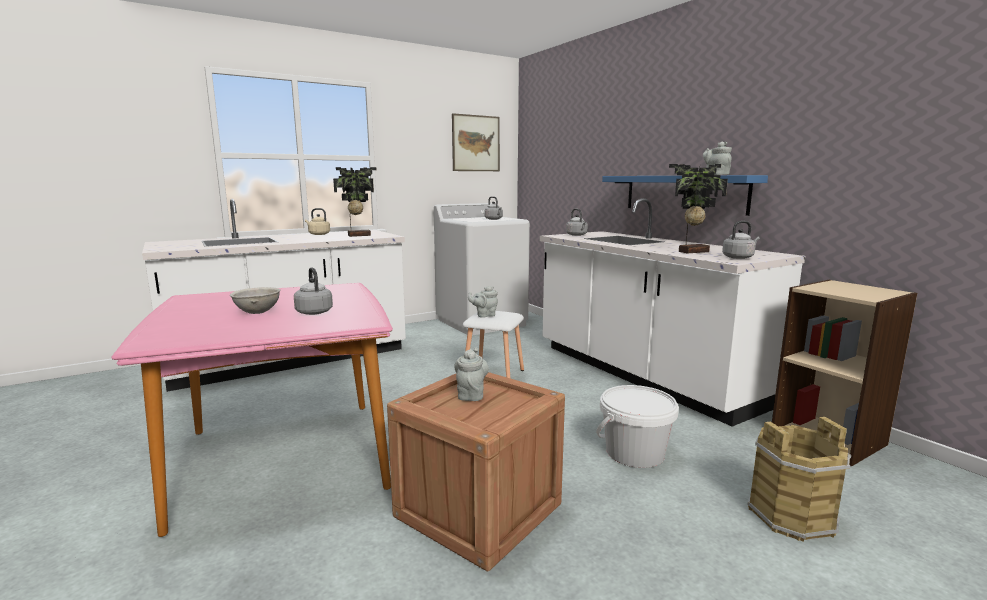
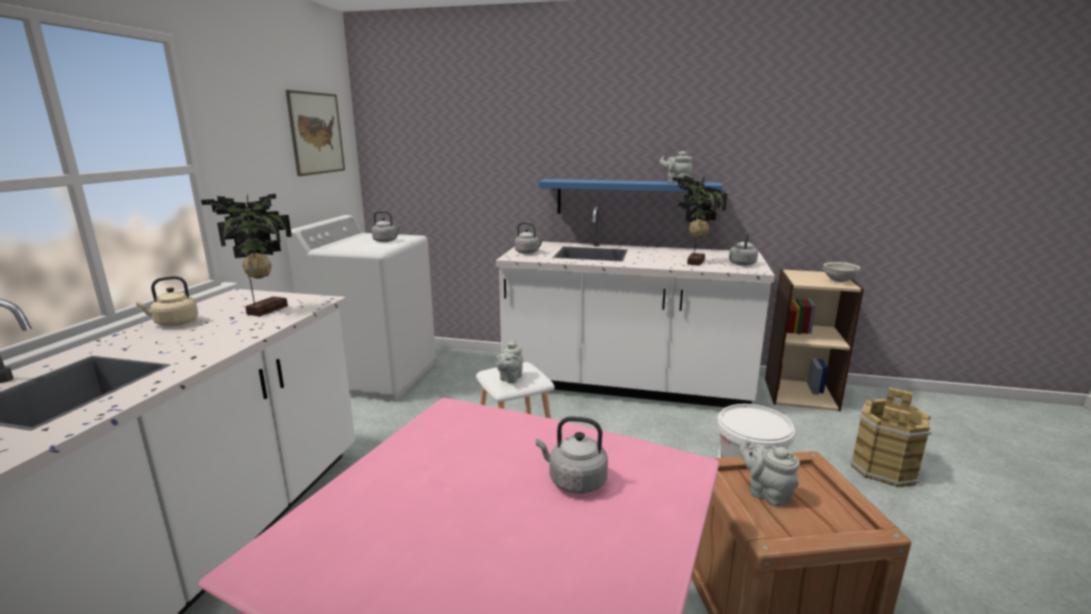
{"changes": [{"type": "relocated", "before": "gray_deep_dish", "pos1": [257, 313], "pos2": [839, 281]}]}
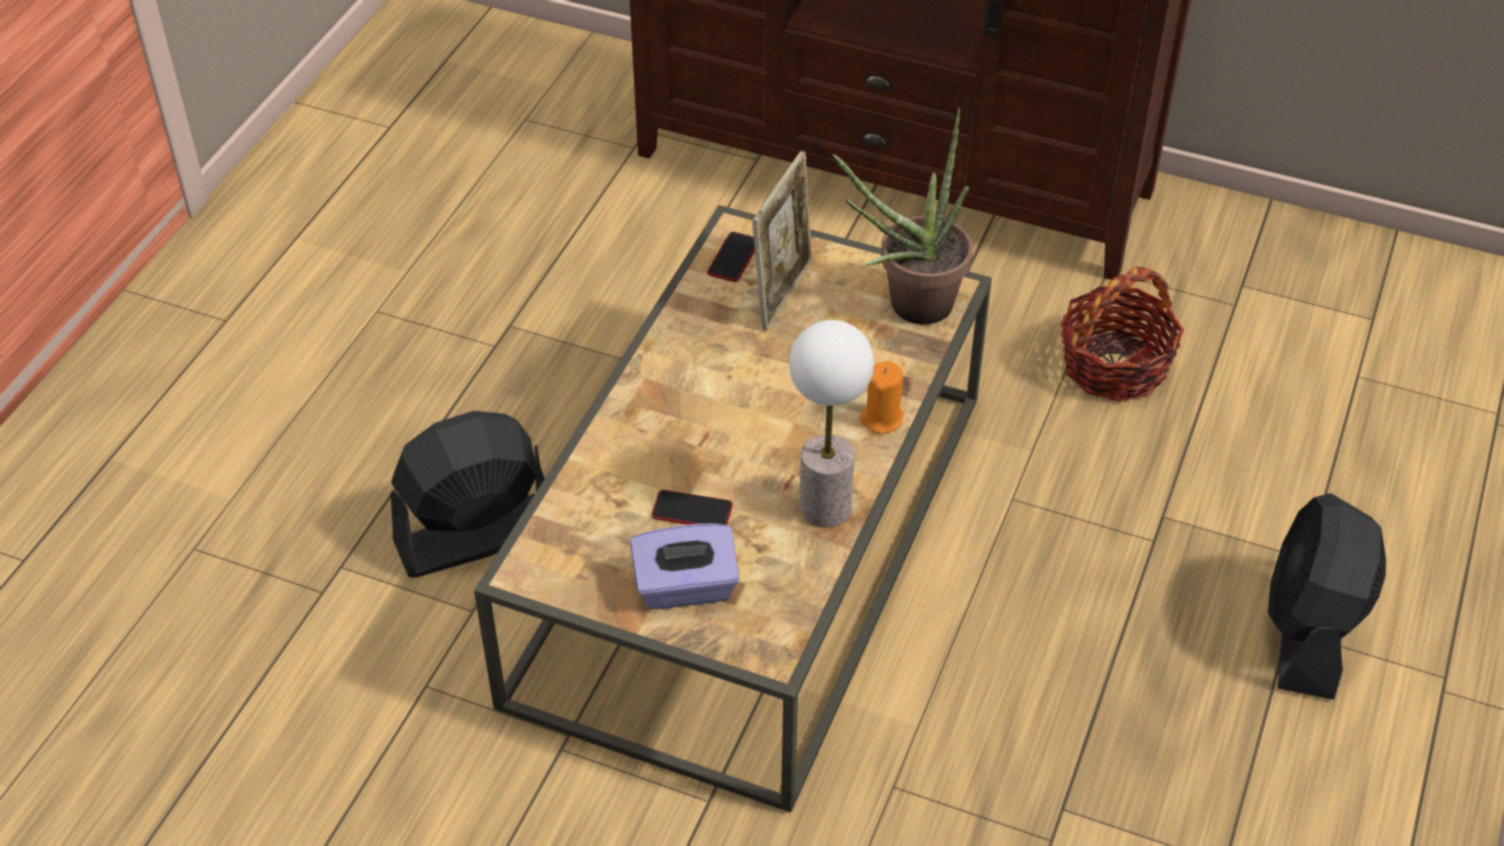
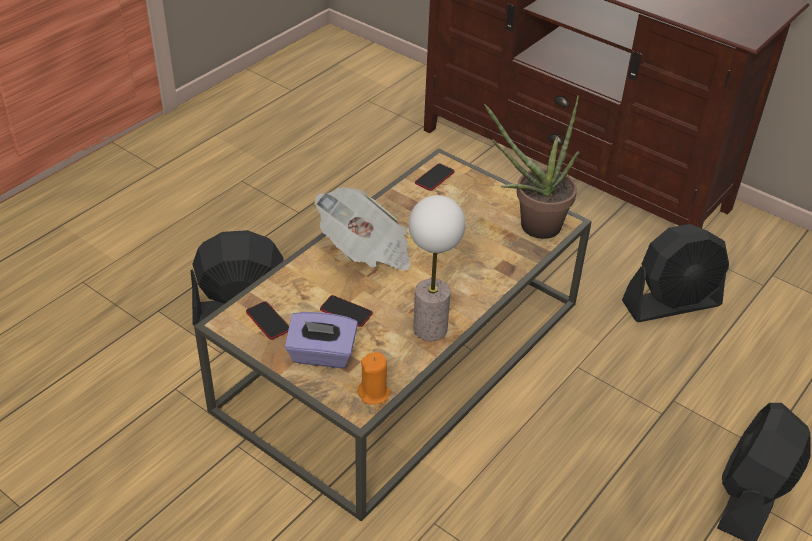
{"changes": [{"type": "missing", "before": "photo_frame", "pos1": [783, 292]}, {"type": "exchanged", "before": "basket", "after": "black_cooling_fan", "pos1": [1114, 366], "pos2": [672, 304]}, {"type": "relocated", "before": "orange_wax_candle", "pos1": [882, 418], "pos2": [374, 393]}, {"type": "appeared", "after": "daily_paper", "pos2": [366, 250]}, {"type": "appeared", "after": "phone", "pos2": [268, 321]}]}
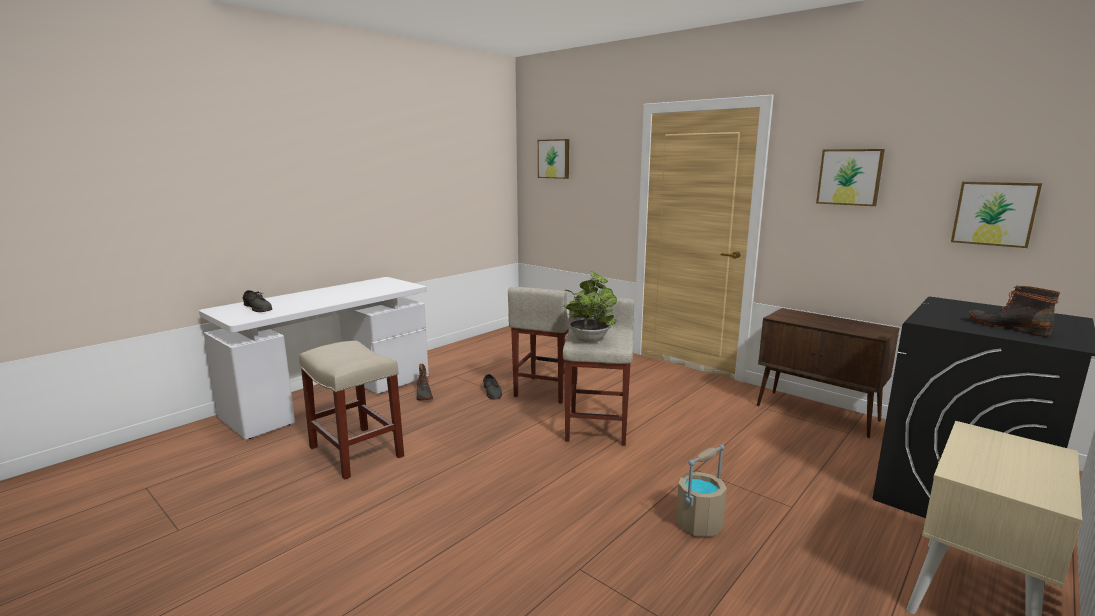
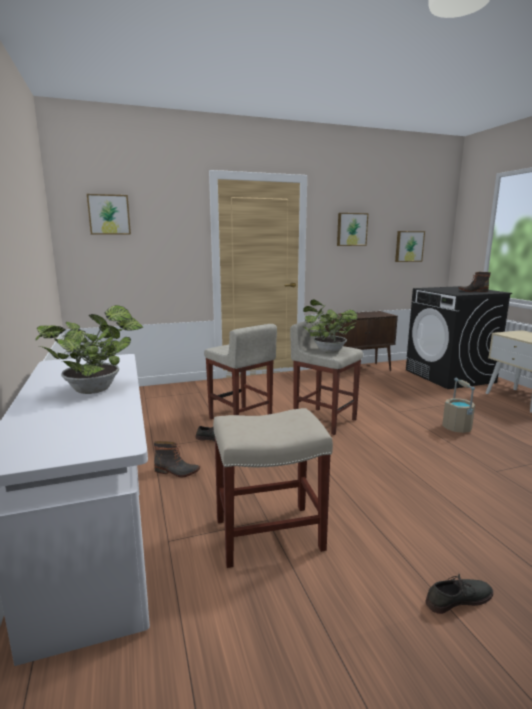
{"changes": [{"type": "relocated", "before": "gray_shoe", "pos1": [258, 308], "pos2": [458, 598]}, {"type": "appeared", "after": "plant_in_a_pot", "pos2": [97, 389]}]}
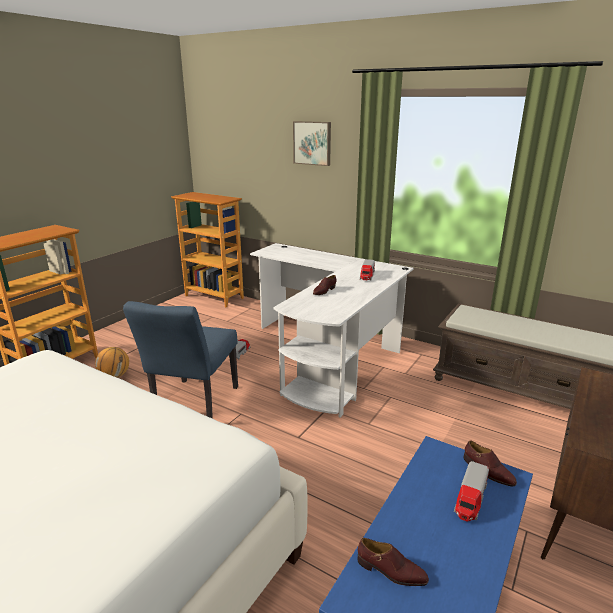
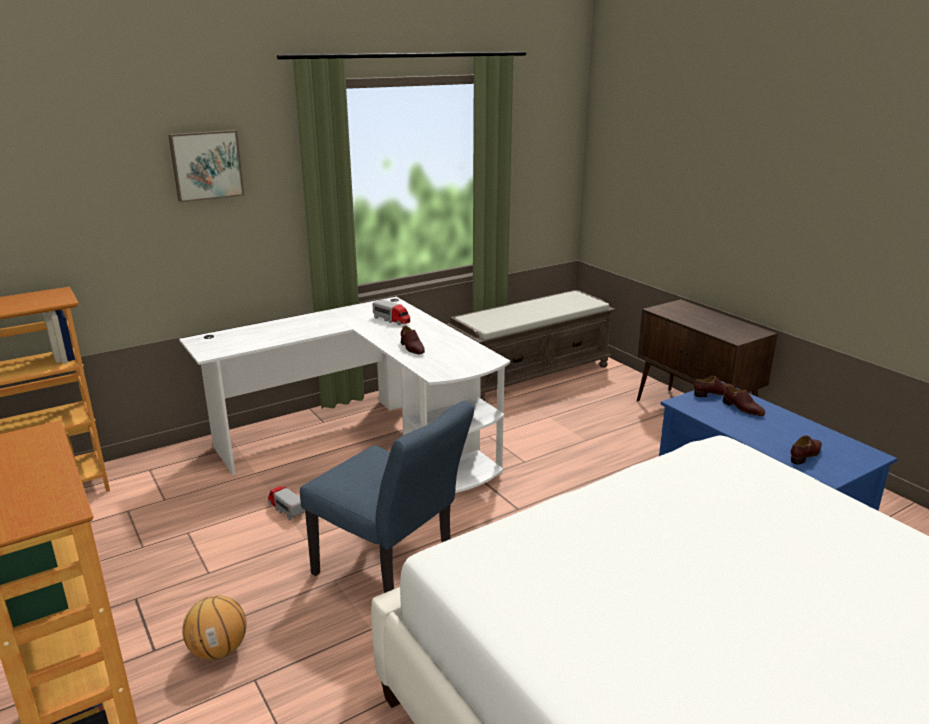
{"changes": [{"type": "exchanged", "before": "toy_truck", "after": "brownish_shoe", "pos1": [470, 500], "pos2": [742, 408]}]}
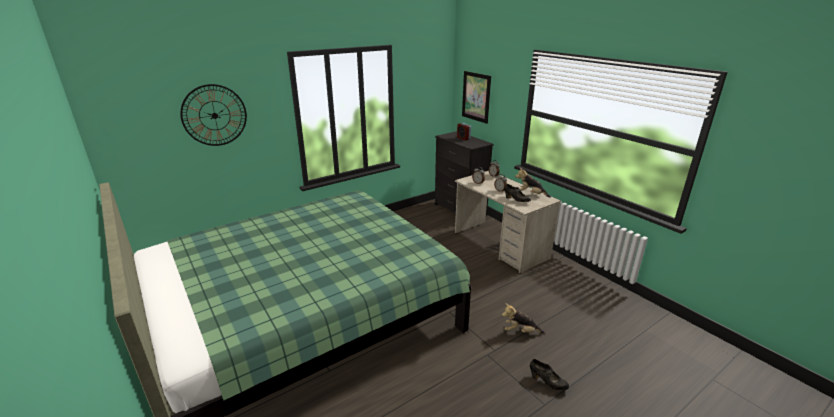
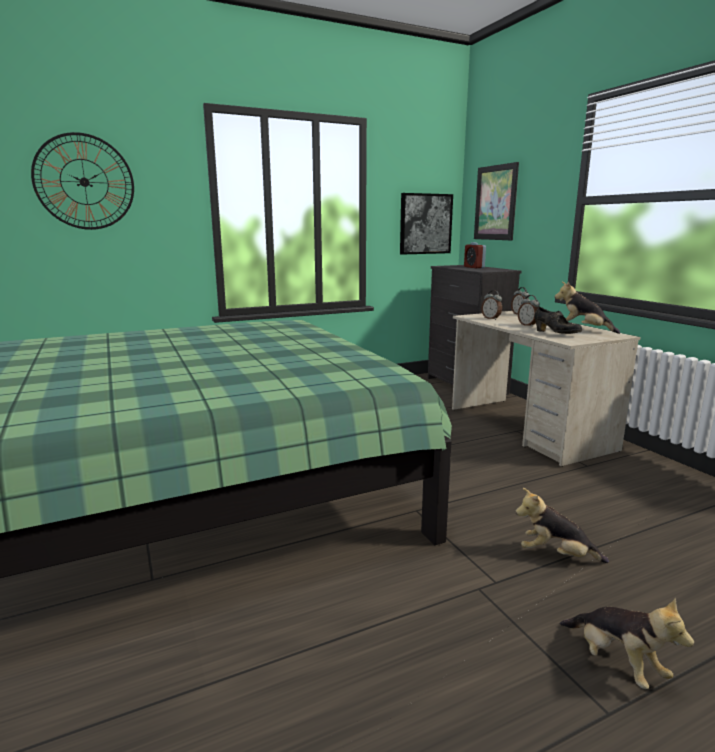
{"changes": [{"type": "exchanged", "before": "black_shoe", "after": "soft_toy", "pos1": [547, 382], "pos2": [616, 662]}, {"type": "appeared", "after": "wall_art", "pos2": [425, 224]}]}
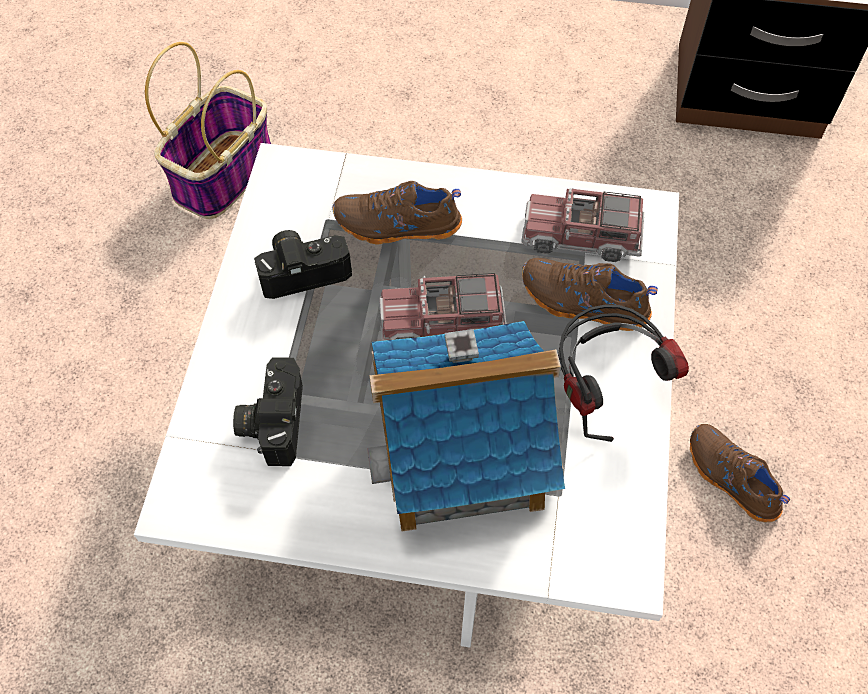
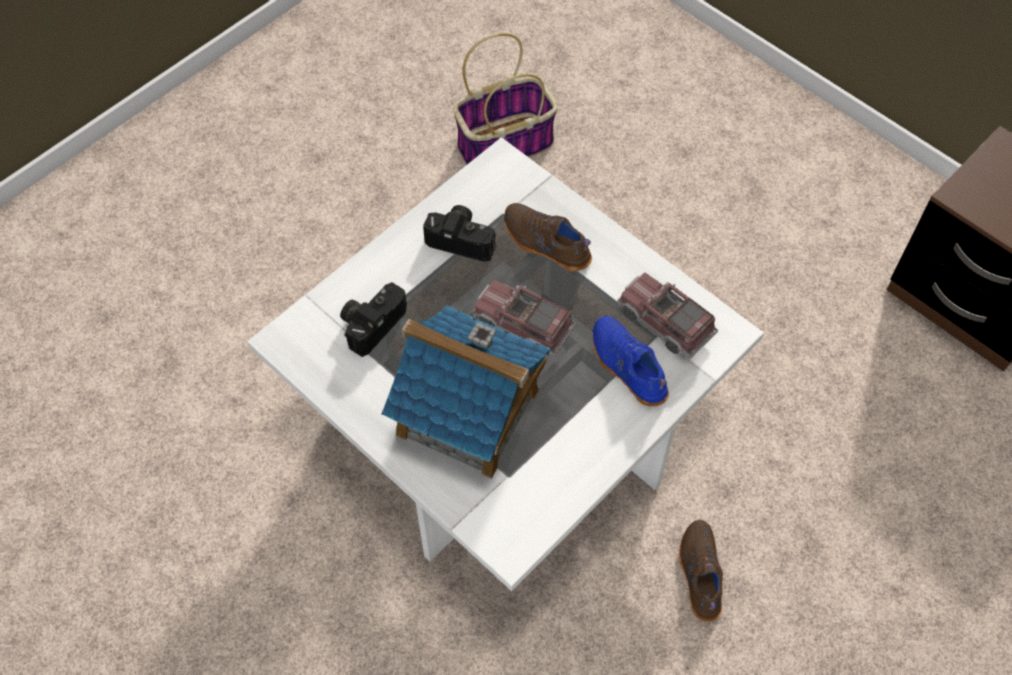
{"changes": [{"type": "colour", "before": "brownish_shoe", "after": "blue_shoe", "pos1": [583, 303], "pos2": [626, 368]}, {"type": "missing", "before": "pair_of_headphones", "pos1": [604, 389]}]}
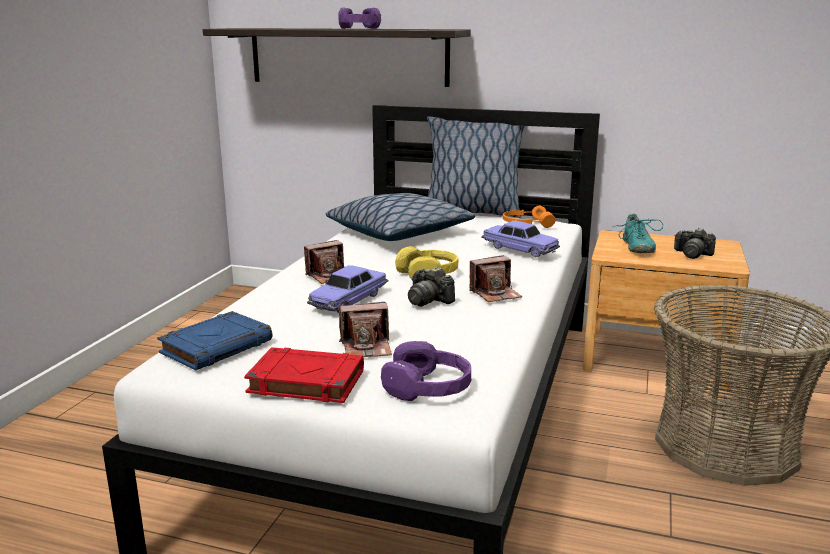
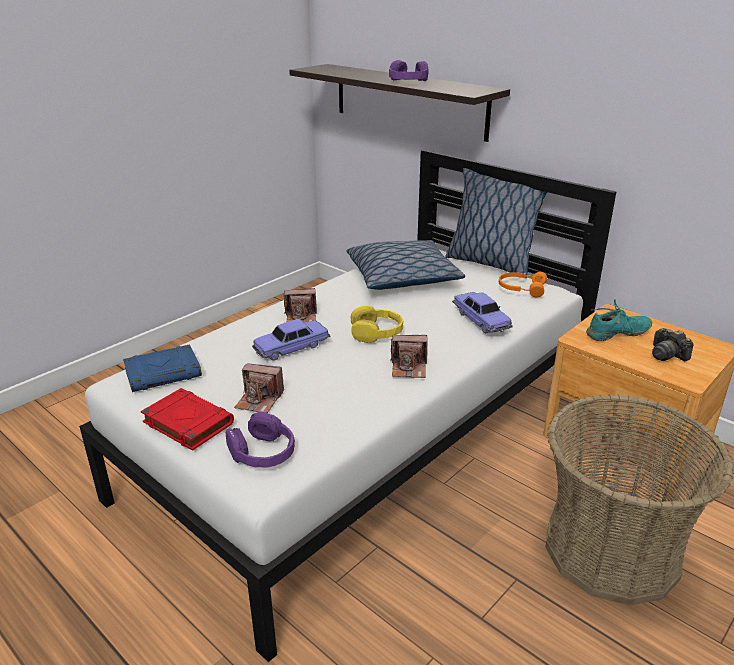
{"changes": [{"type": "spun", "before": "turquoise-coloured_shoe", "pos1": [636, 247], "pos2": [617, 334], "turn": -135}, {"type": "missing", "before": "photo_camera", "pos1": [428, 300]}]}
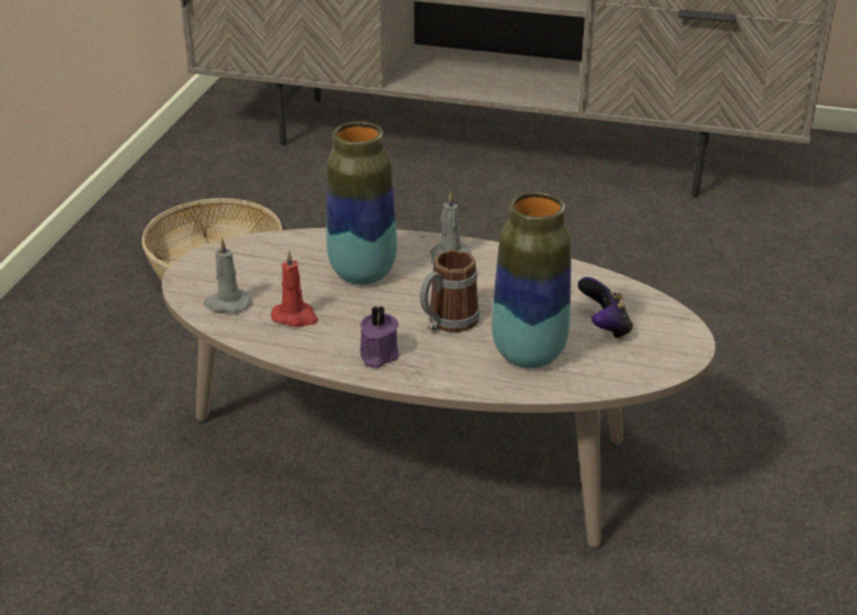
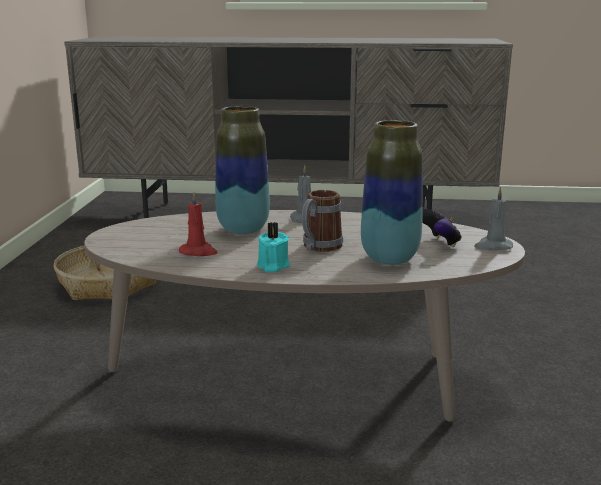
{"changes": [{"type": "relocated", "before": "gray_wax_candle", "pos1": [227, 304], "pos2": [492, 246]}, {"type": "colour", "before": "purple_wax_candle", "after": "turquoise-coloured_wax_candle", "pos1": [377, 355], "pos2": [272, 266]}]}
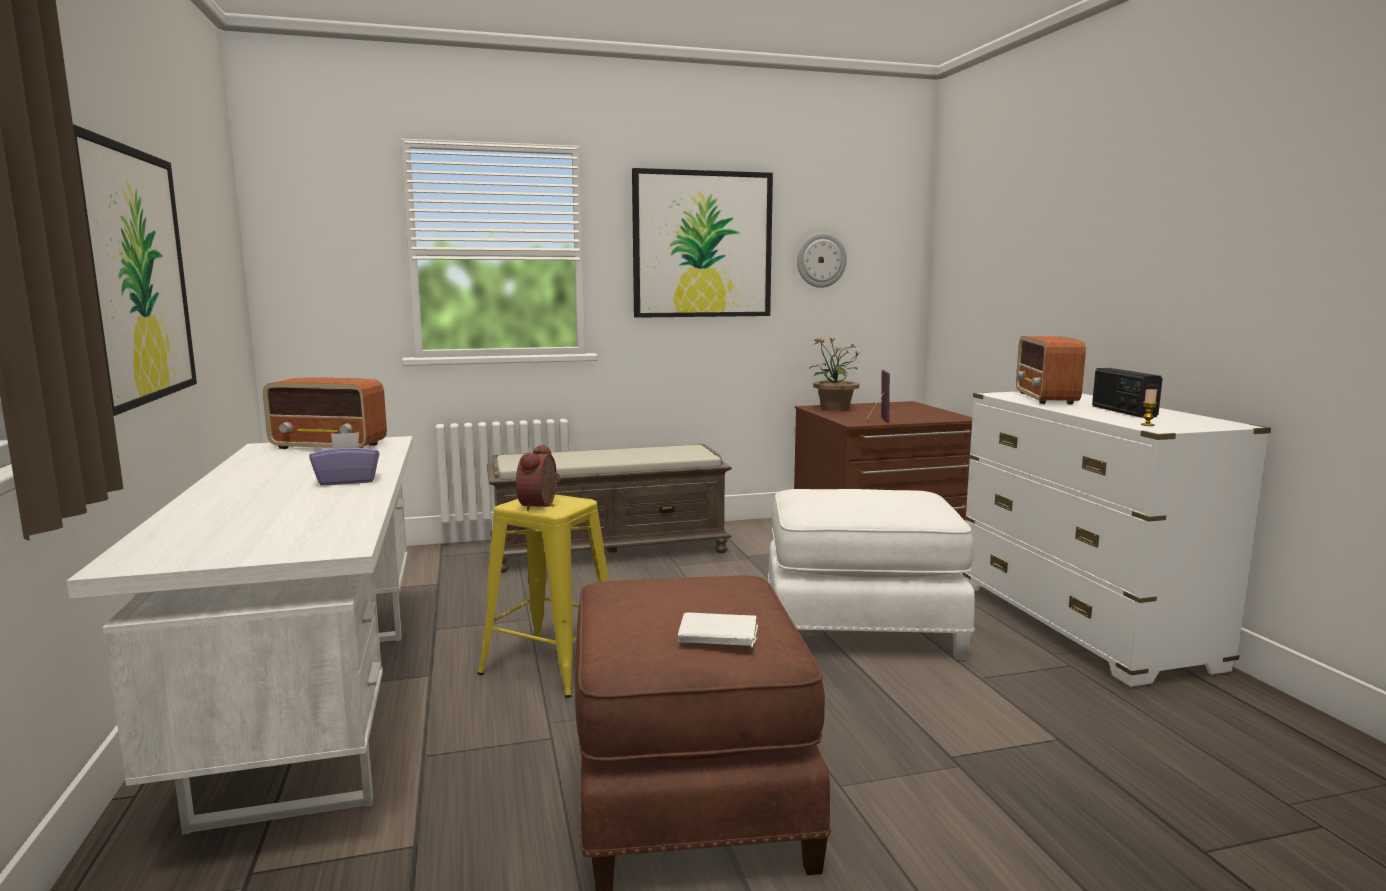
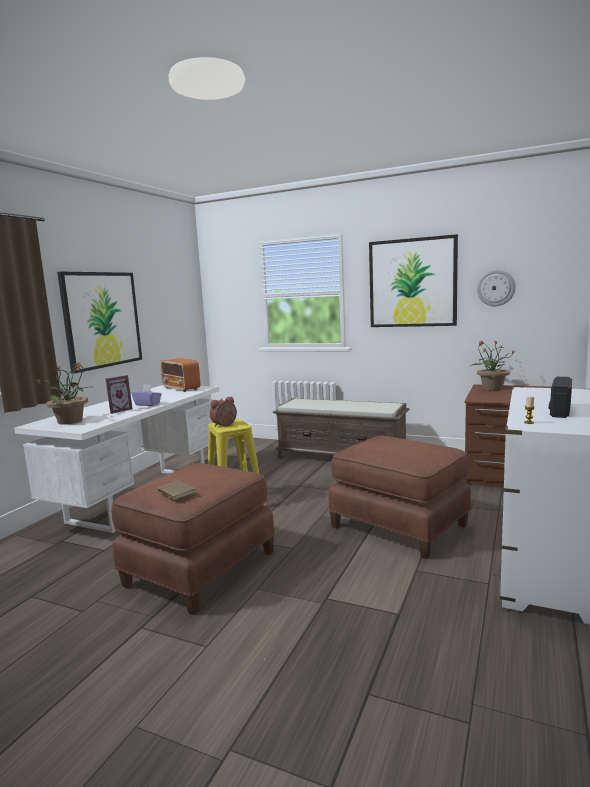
{"changes": [{"type": "missing", "before": "radio", "pos1": [1046, 398]}, {"type": "relocated", "before": "photo_frame", "pos1": [876, 420], "pos2": [118, 410]}, {"type": "colour", "before": "whitish_footrest", "after": "brownish_footrest", "pos1": [861, 626], "pos2": [399, 525]}, {"type": "colour", "before": "whitish_book", "after": "brownish_book", "pos1": [717, 636], "pos2": [175, 492]}, {"type": "appeared", "after": "plant_in_a_pot", "pos2": [71, 421]}]}
